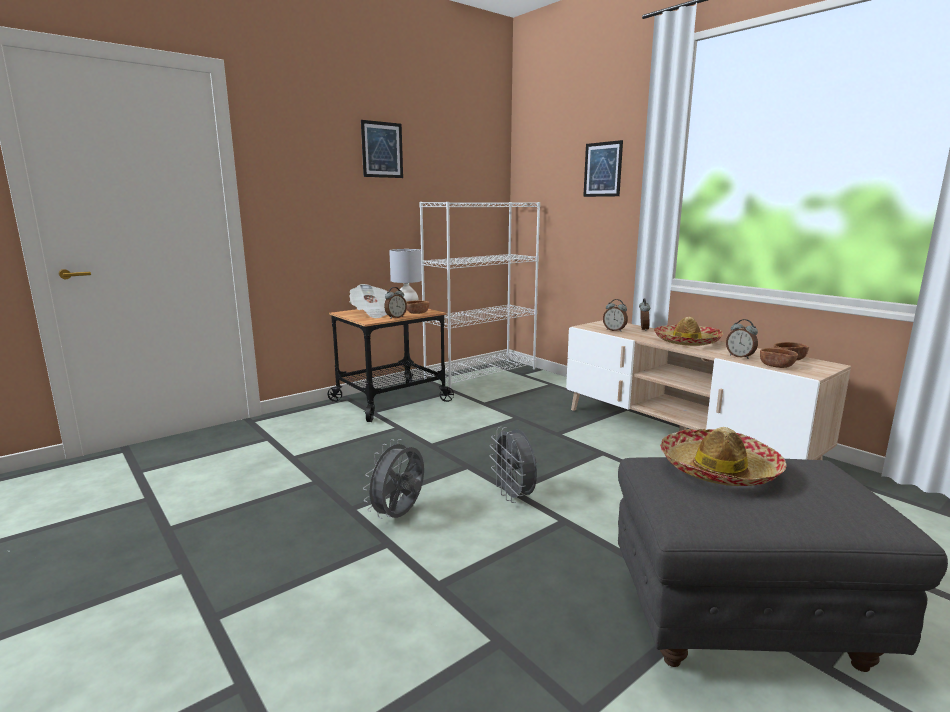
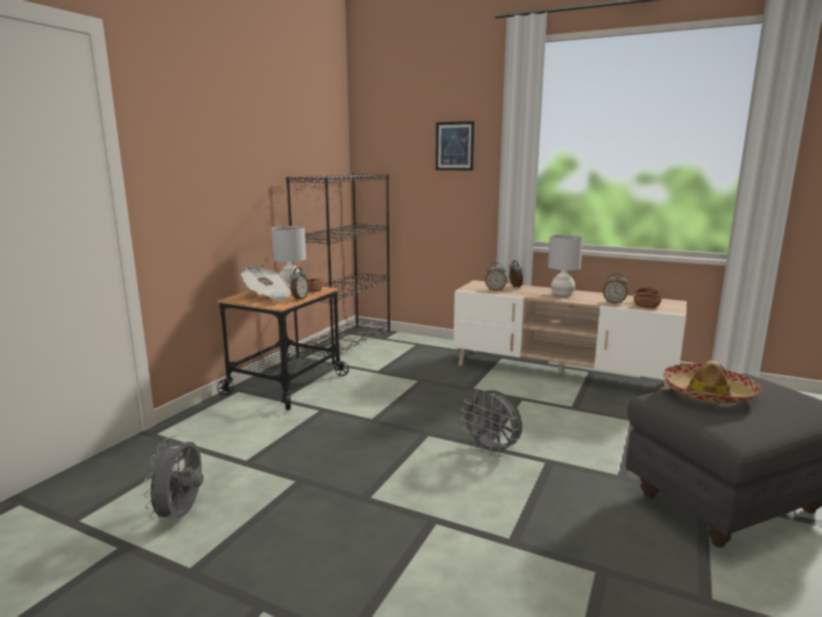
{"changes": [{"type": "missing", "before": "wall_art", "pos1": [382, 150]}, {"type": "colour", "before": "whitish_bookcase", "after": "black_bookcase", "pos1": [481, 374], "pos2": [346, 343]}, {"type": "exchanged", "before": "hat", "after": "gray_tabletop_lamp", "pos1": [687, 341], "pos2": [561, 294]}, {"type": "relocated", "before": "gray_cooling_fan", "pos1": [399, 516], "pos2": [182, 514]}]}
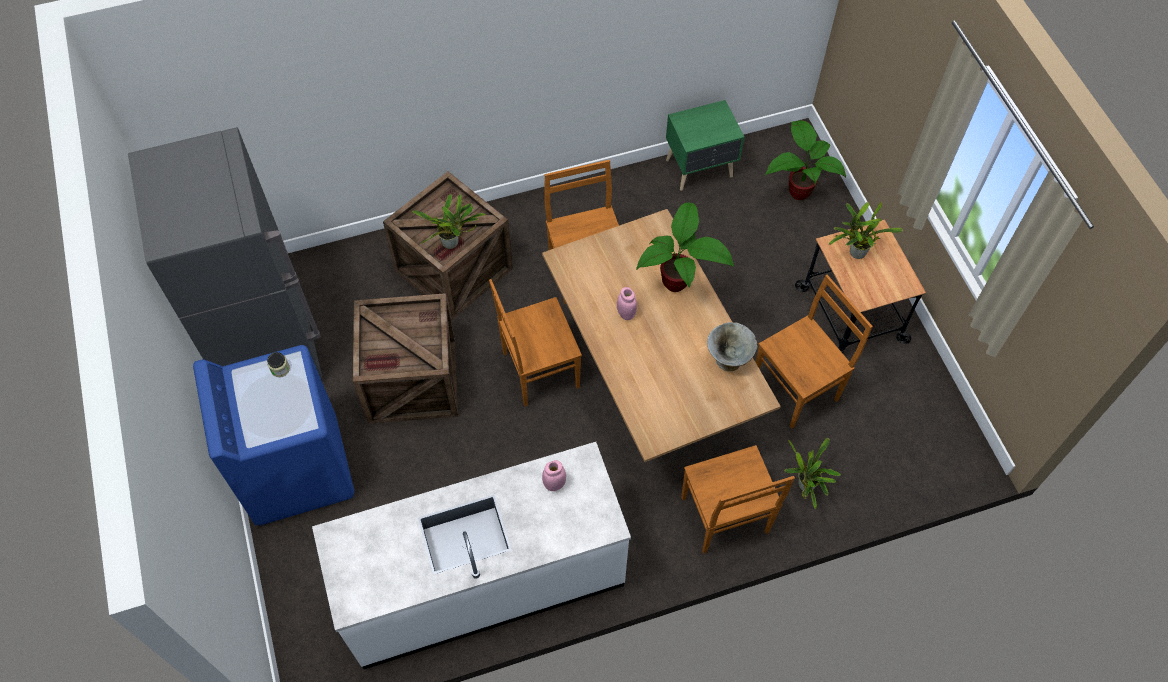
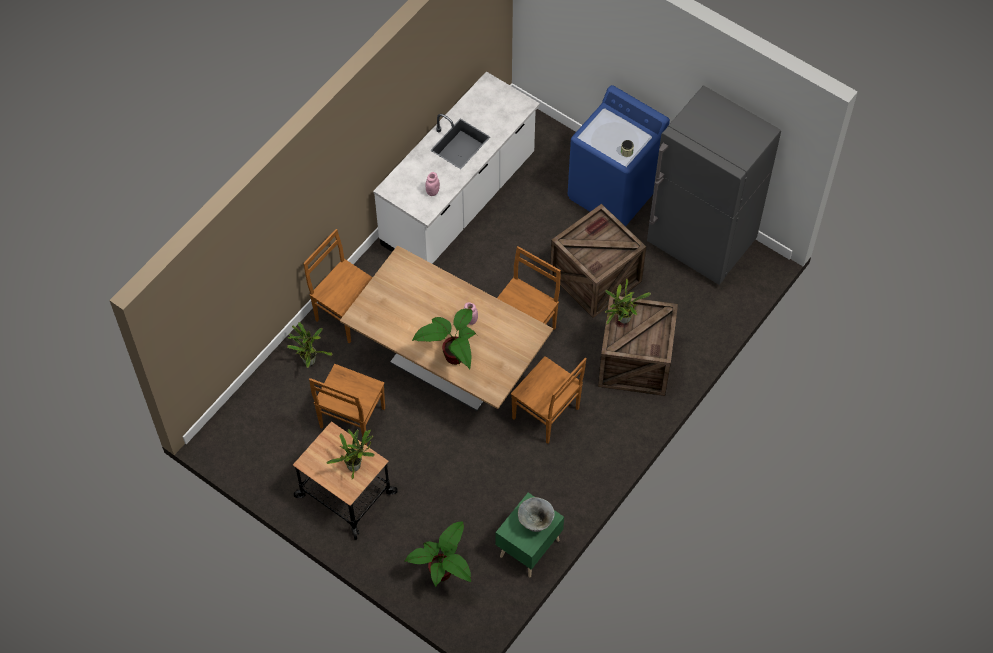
{"changes": [{"type": "relocated", "before": "gray_deep_dish", "pos1": [728, 360], "pos2": [535, 523]}]}
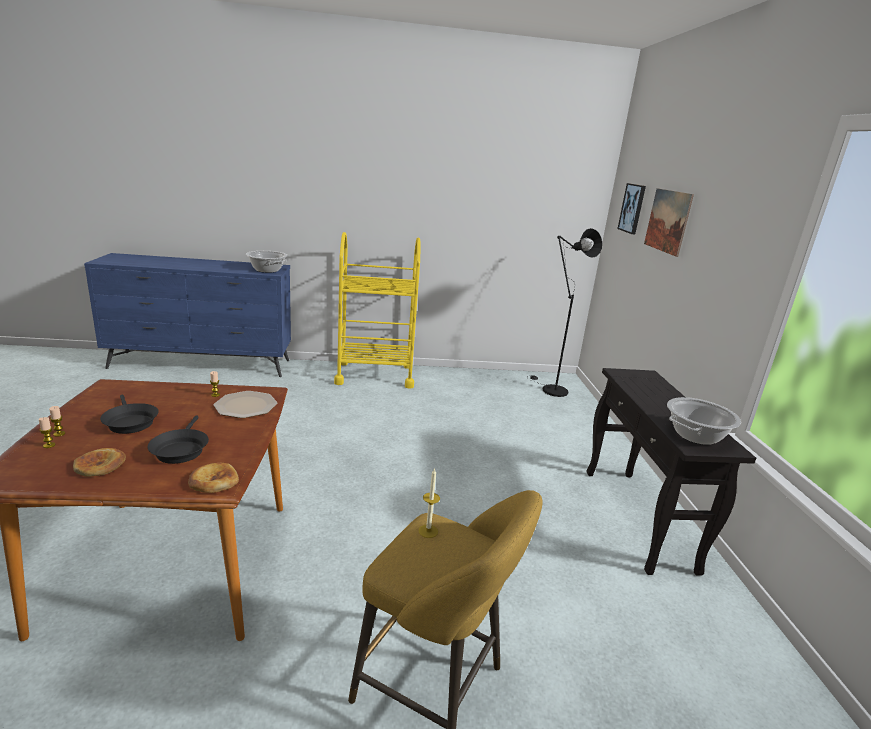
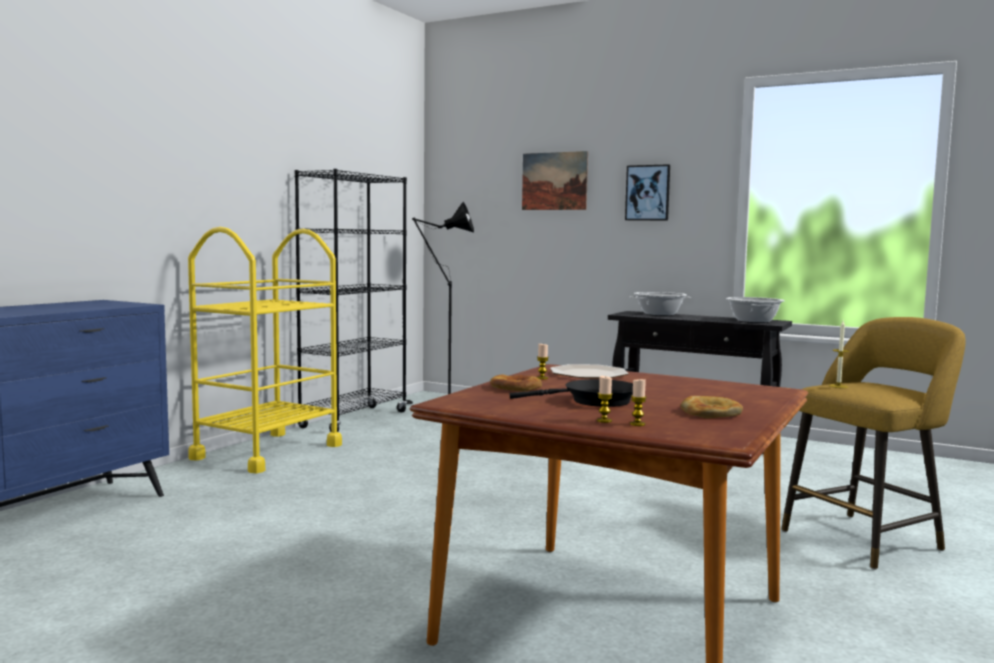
{"changes": [{"type": "relocated", "before": "wall_art", "pos1": [632, 208], "pos2": [648, 193]}, {"type": "relocated", "before": "cooking_pot", "pos1": [267, 270], "pos2": [659, 314]}, {"type": "missing", "before": "black_pan", "pos1": [180, 449]}, {"type": "relocated", "before": "bakery_bread", "pos1": [213, 481], "pos2": [516, 387]}, {"type": "appeared", "after": "black_bookcase", "pos2": [354, 419]}]}
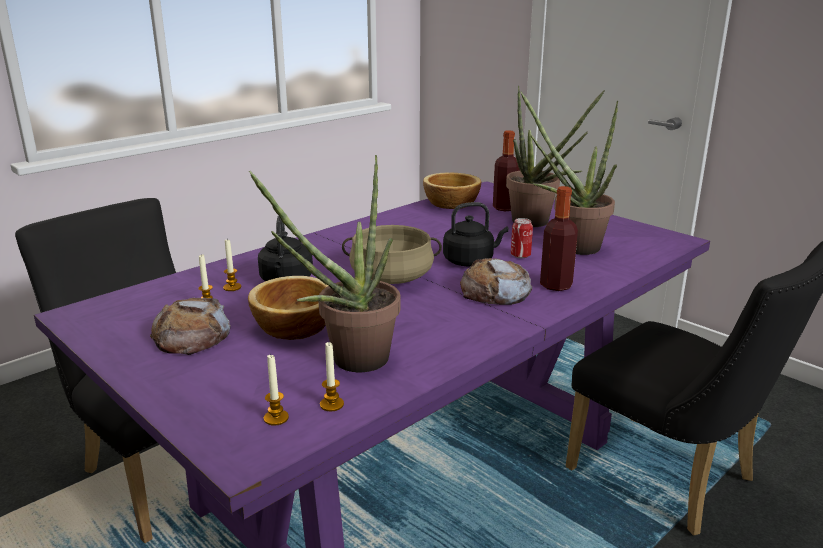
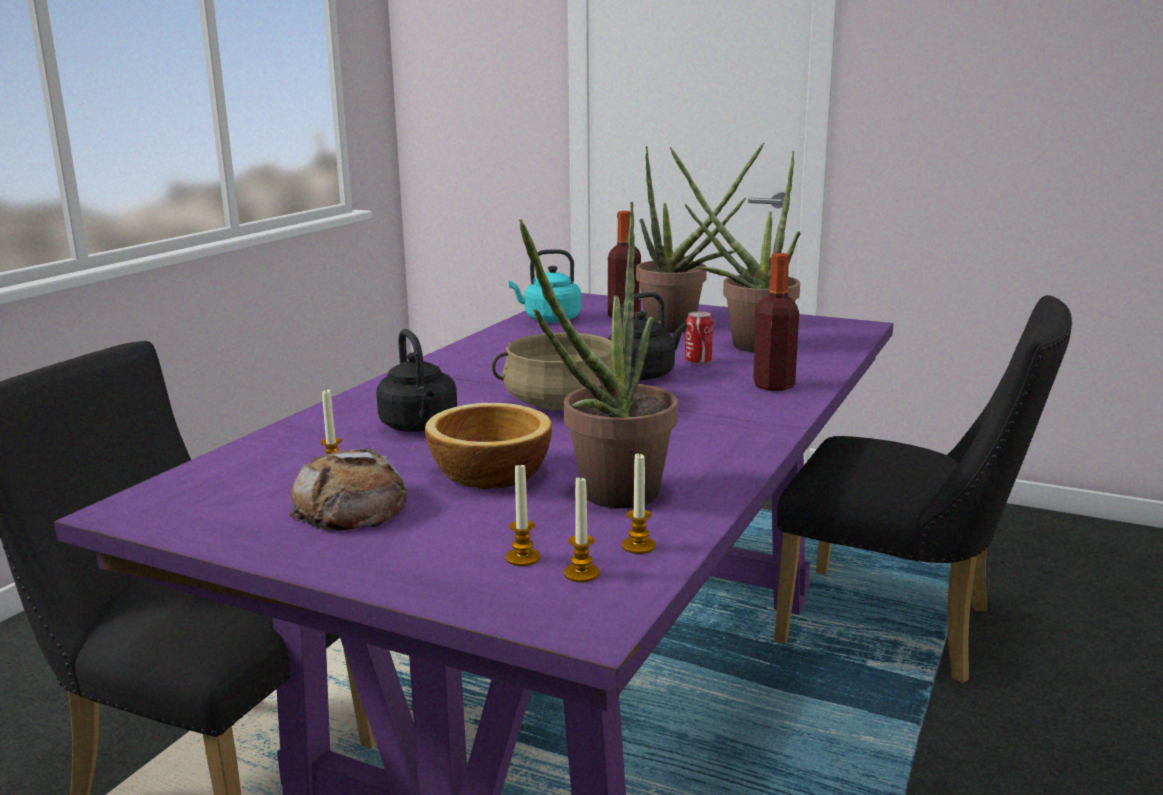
{"changes": [{"type": "exchanged", "before": "deep_dish", "after": "turquoise-coloured_kettle", "pos1": [450, 204], "pos2": [549, 319]}, {"type": "relocated", "before": "wax_candle", "pos1": [232, 287], "pos2": [523, 558]}, {"type": "missing", "before": "bakery_bread", "pos1": [495, 292]}]}
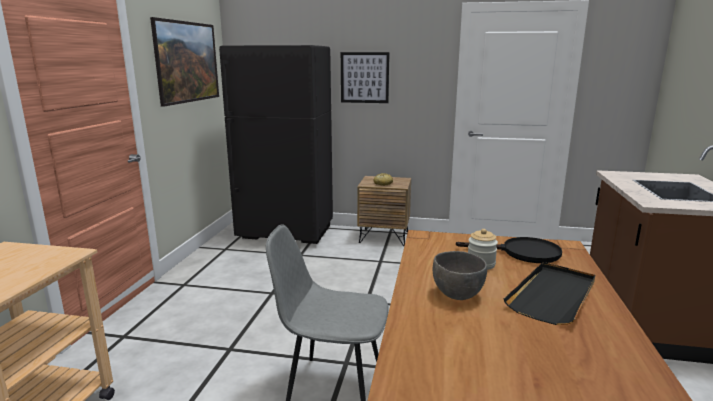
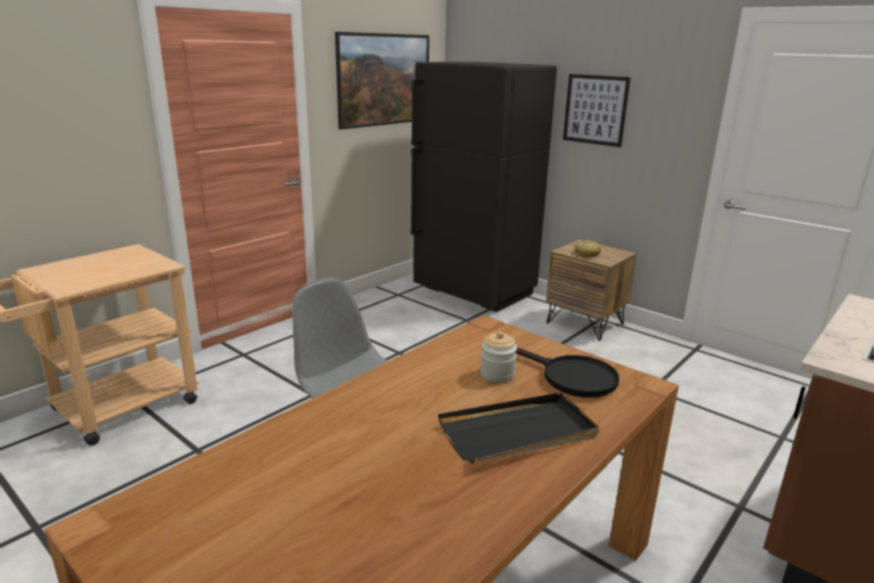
{"changes": [{"type": "missing", "before": "gray_deep_dish", "pos1": [457, 294]}]}
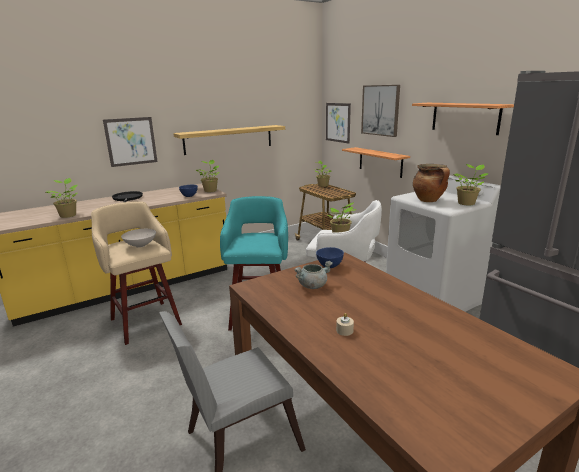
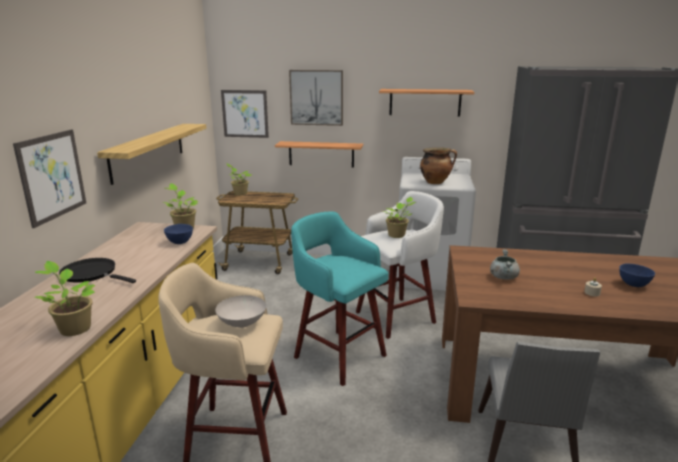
{"changes": [{"type": "missing", "before": "plant_in_a_pot", "pos1": [467, 203]}, {"type": "relocated", "before": "blue_deep_dish", "pos1": [329, 266], "pos2": [633, 284]}]}
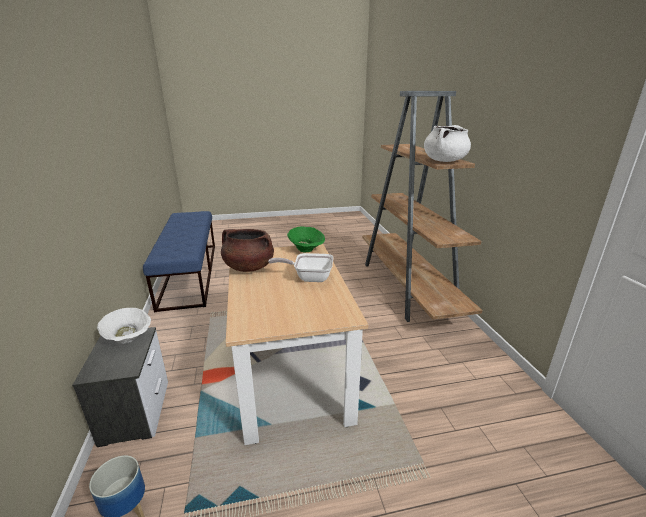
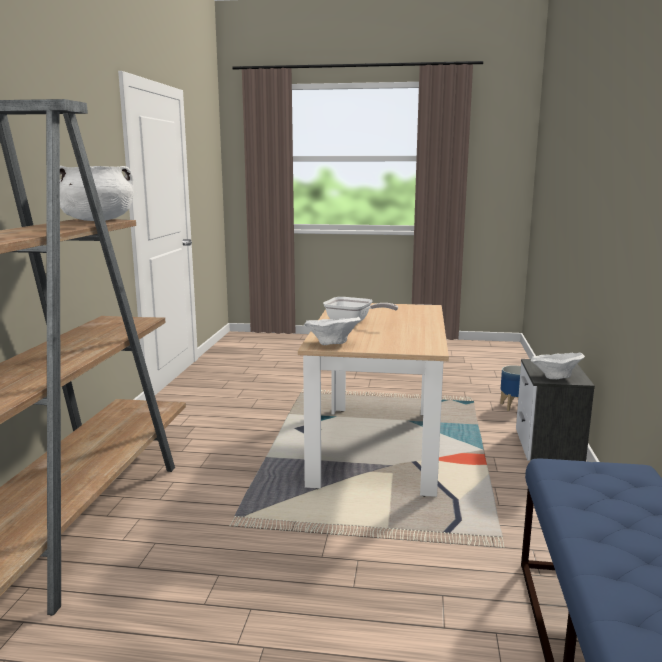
{"changes": [{"type": "colour", "before": "green-coloured_deep_dish", "after": "whitish_deep_dish", "pos1": [306, 250], "pos2": [331, 344]}, {"type": "missing", "before": "brownish_cooking_pot", "pos1": [248, 267]}]}
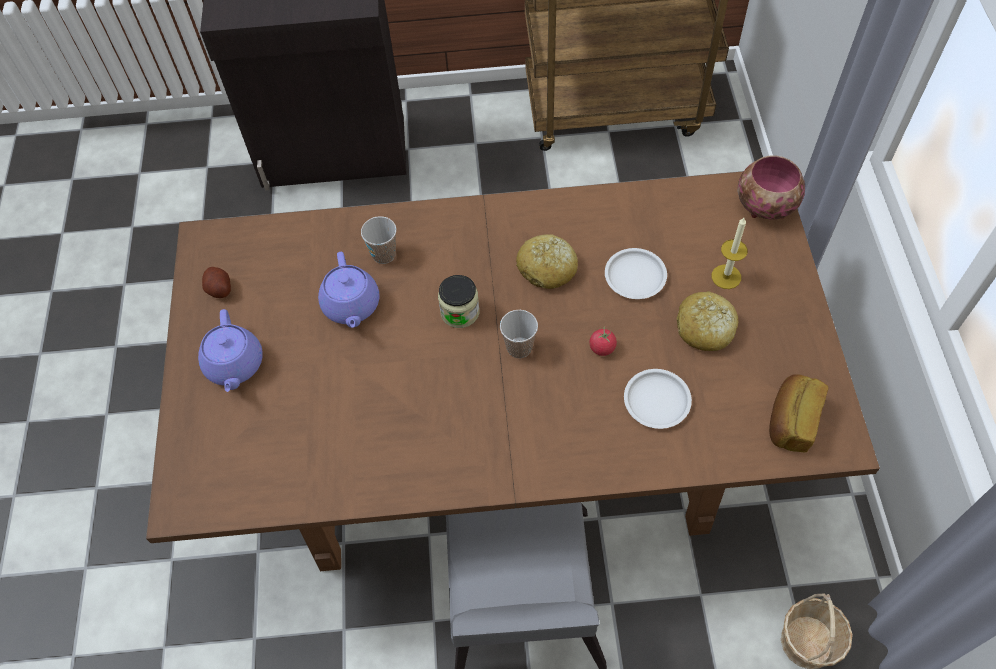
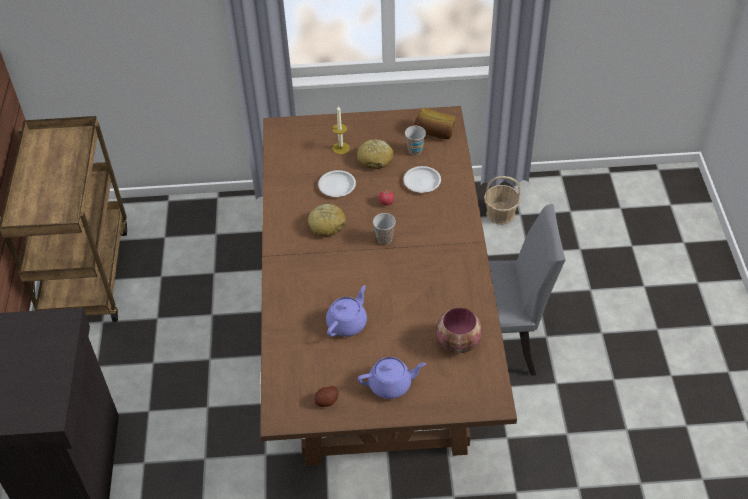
{"changes": [{"type": "relocated", "before": "deep_dish", "pos1": [764, 207], "pos2": [459, 343]}, {"type": "relocated", "before": "cup", "pos1": [384, 254], "pos2": [415, 150]}, {"type": "spun", "before": "purple_tea_pot", "pos1": [351, 306], "pos2": [347, 323], "turn": -45}, {"type": "missing", "before": "jar", "pos1": [460, 312]}]}
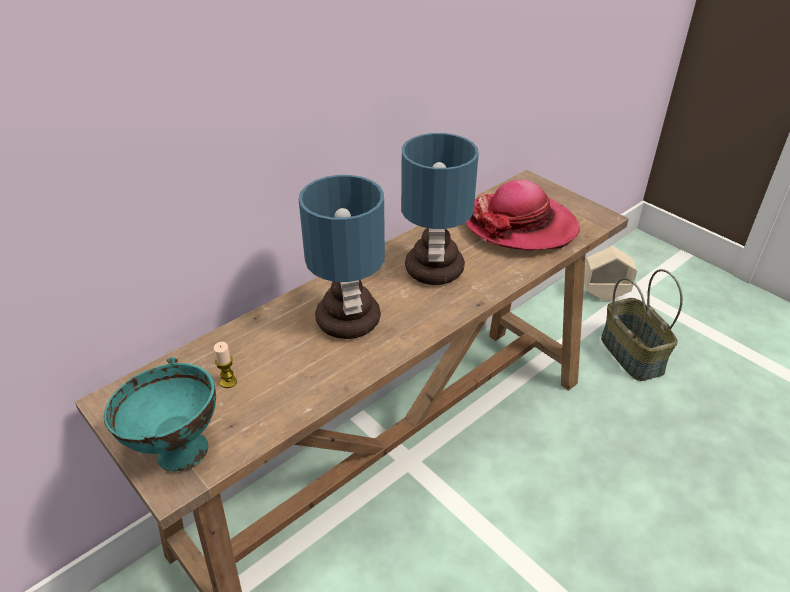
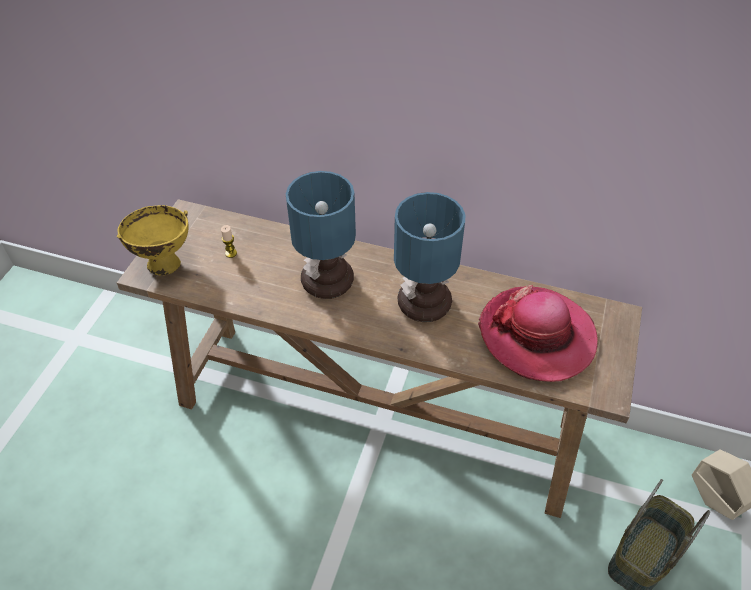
{"changes": [{"type": "colour", "before": "turquoise-coloured_deep_dish", "after": "yellowish_deep_dish", "pos1": [177, 453], "pos2": [163, 263]}]}
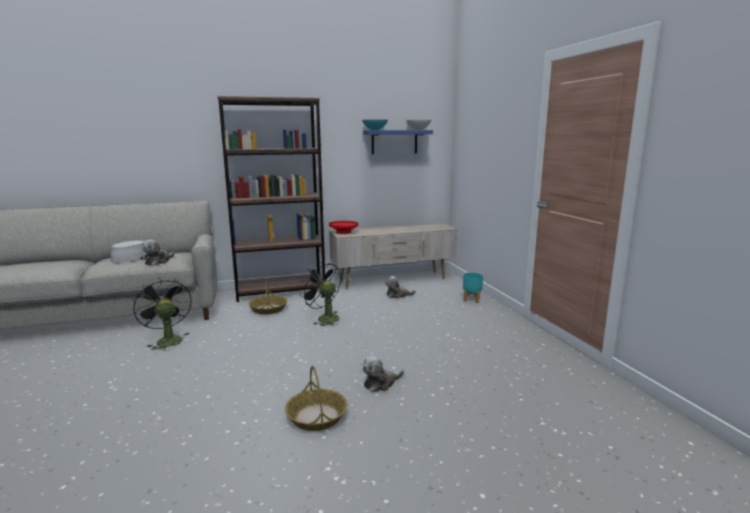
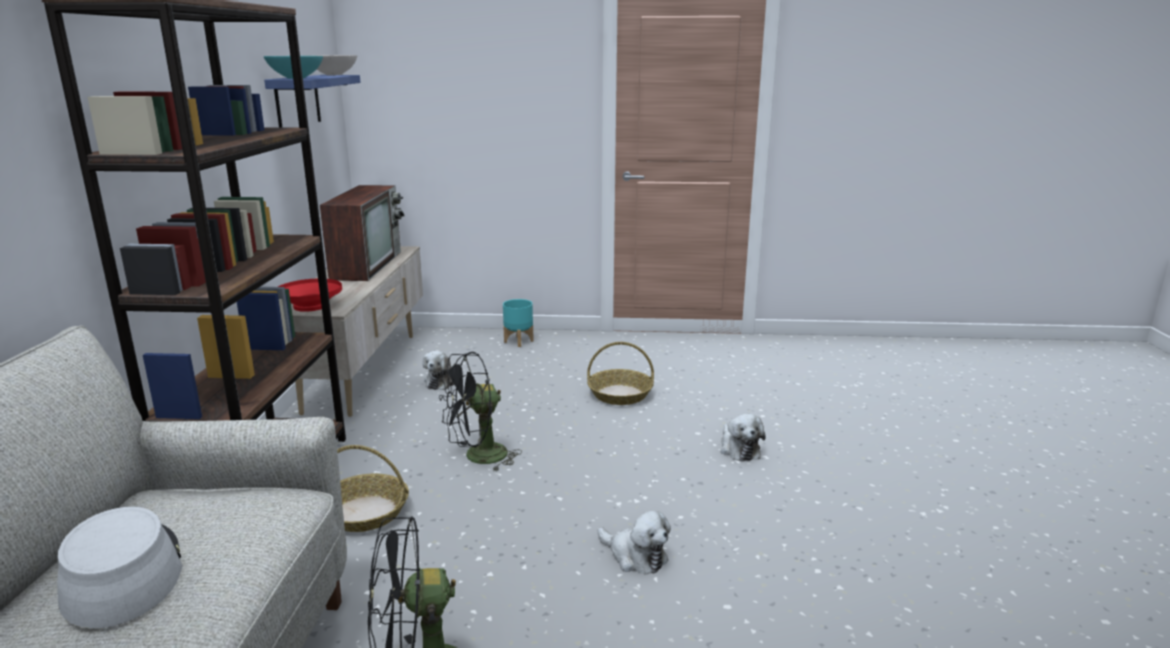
{"changes": [{"type": "relocated", "before": "soft_toy", "pos1": [158, 261], "pos2": [635, 556]}, {"type": "relocated", "before": "basket", "pos1": [316, 416], "pos2": [619, 394]}, {"type": "appeared", "after": "TV_set", "pos2": [367, 264]}]}
